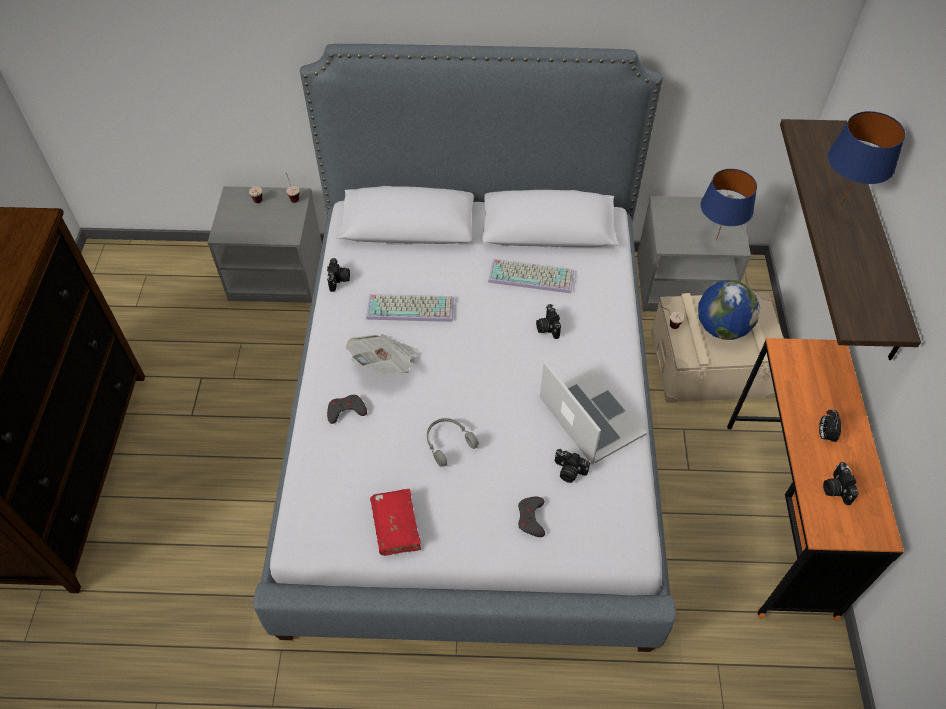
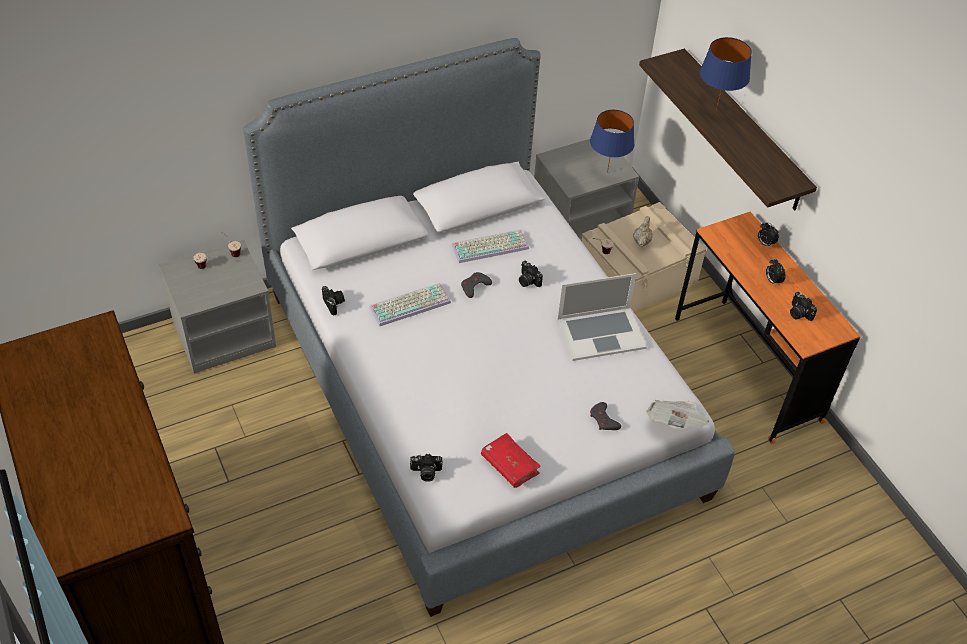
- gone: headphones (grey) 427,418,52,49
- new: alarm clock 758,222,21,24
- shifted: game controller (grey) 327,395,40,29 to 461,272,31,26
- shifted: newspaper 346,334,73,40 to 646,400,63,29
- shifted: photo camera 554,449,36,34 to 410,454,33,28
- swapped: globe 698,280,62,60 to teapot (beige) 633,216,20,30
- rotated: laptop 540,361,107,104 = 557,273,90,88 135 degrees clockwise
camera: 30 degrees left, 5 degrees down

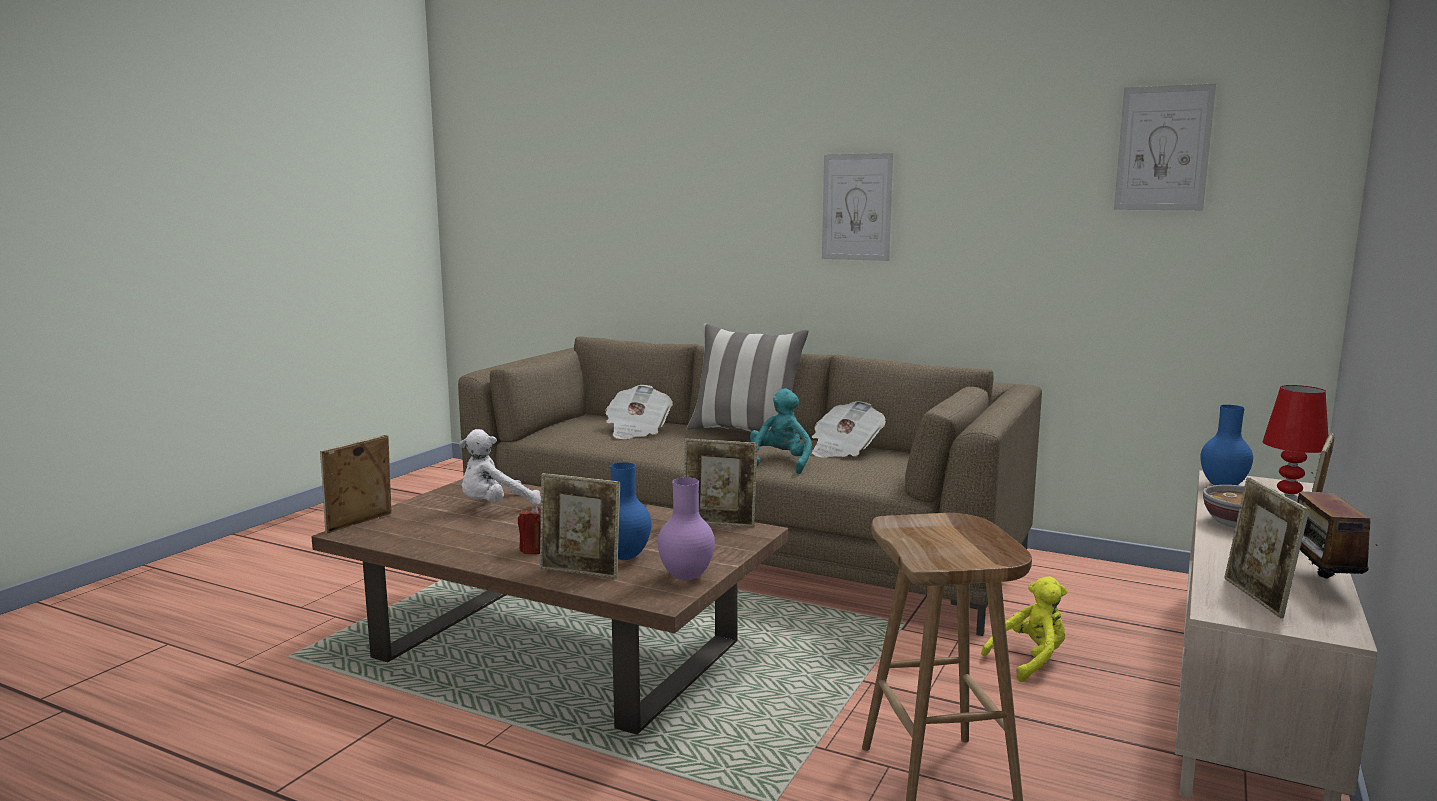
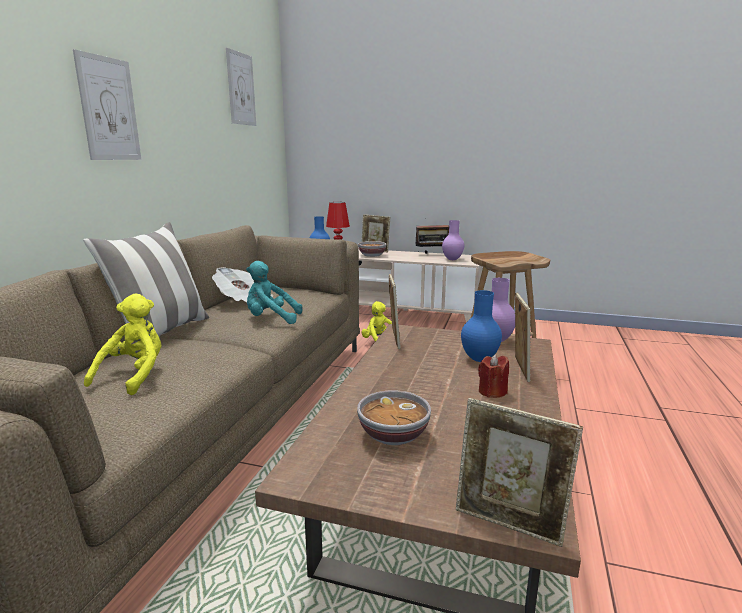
- swapped: plush toy (white) 459,429,82,76 to bowl 357,390,74,55
- swapped: newspaper 605,385,68,54 to plush toy (yellow) 84,294,77,101
- swapped: picture frame 1224,477,85,141 to vase (purple) 442,220,22,40
camera: 100 degrees left, 5 degrees up

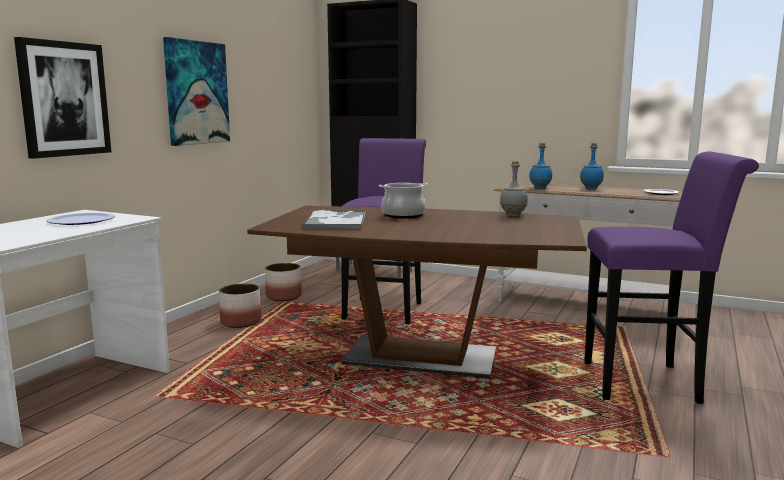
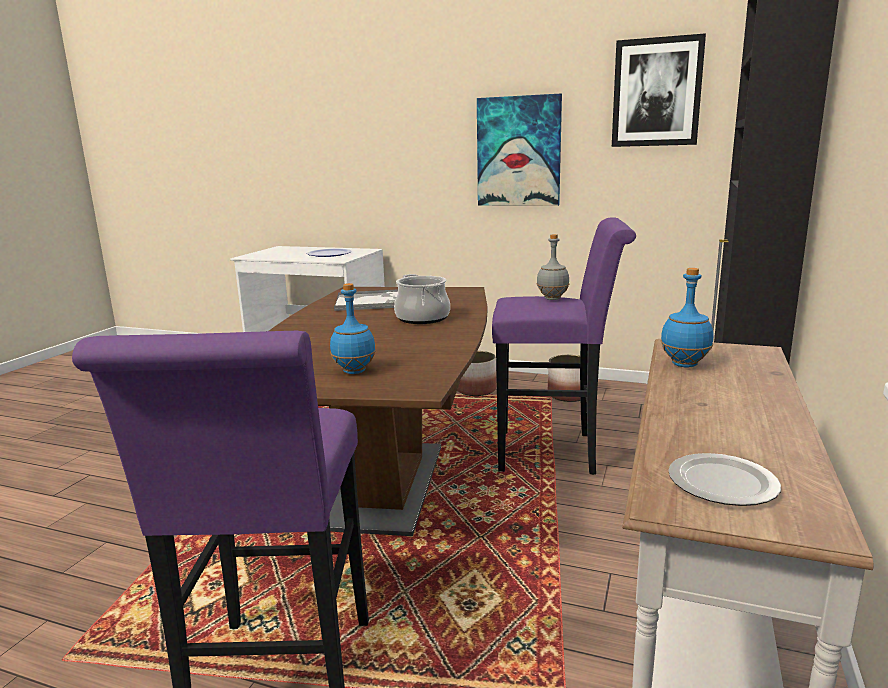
- shifted: picture 14,37,97,122 to 612,33,94,114
- shifted: bottle (grey) 500,161,28,55 to 537,234,32,66
- shifted: bottle (blue) 580,143,24,47 to 330,283,46,91
camera: 85 degrees right, 5 degrees up

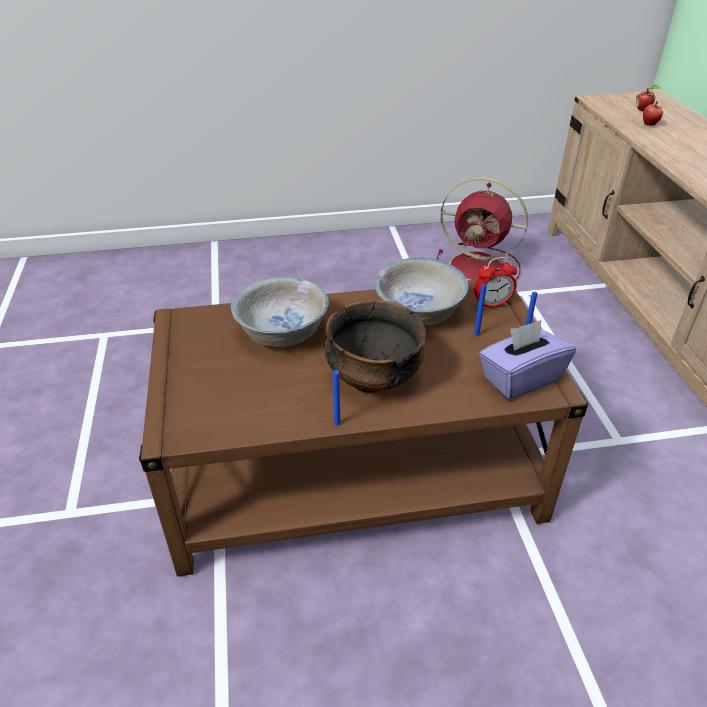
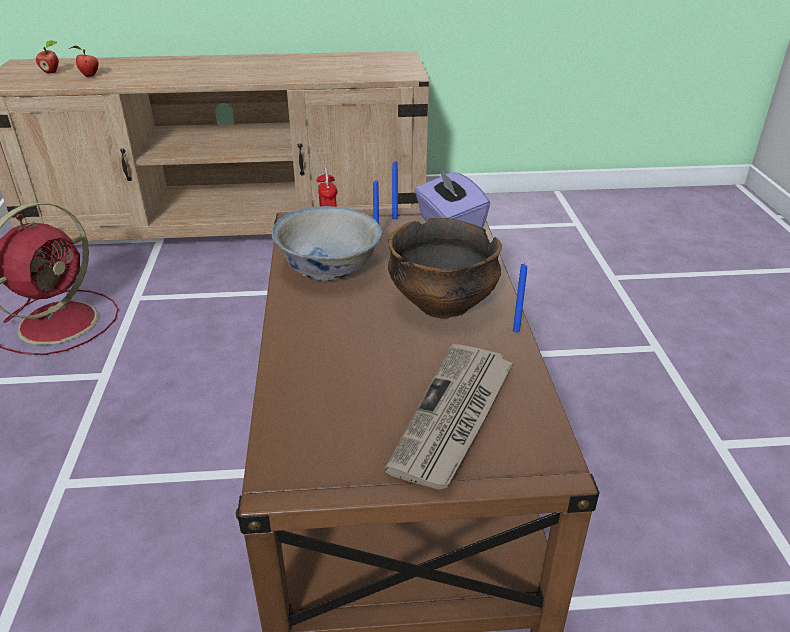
- gone: bowl (white) 231,277,98,70
- new: newspaper 384,344,129,146
camera: 85 degrees left, 5 degrees down

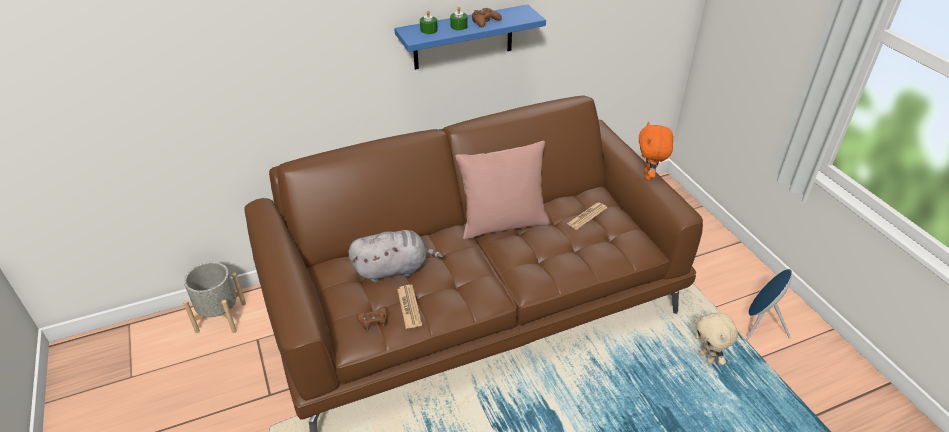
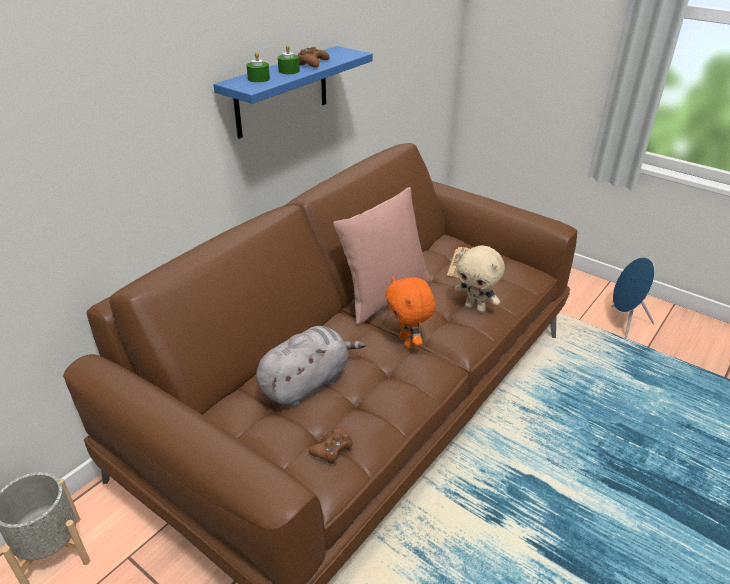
- gone: newspaper 397,285,25,44
- shifted: plush toy (orange) 639,121,34,59 to 386,277,50,72
- shifted: plush toy (beige) 695,313,43,52 to 454,246,51,67
camera: 30 degrees left, 5 degrees down

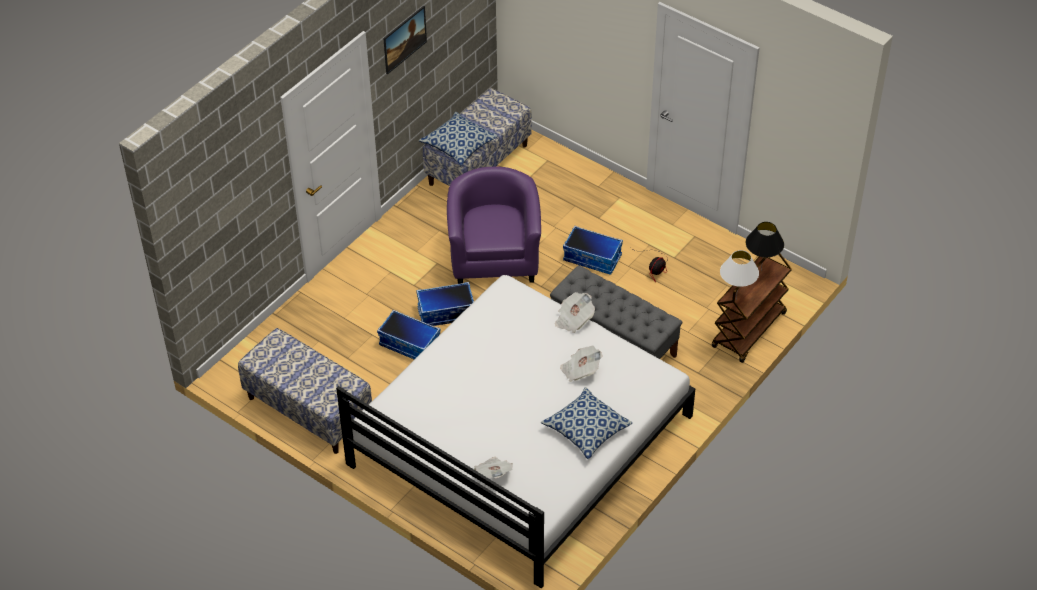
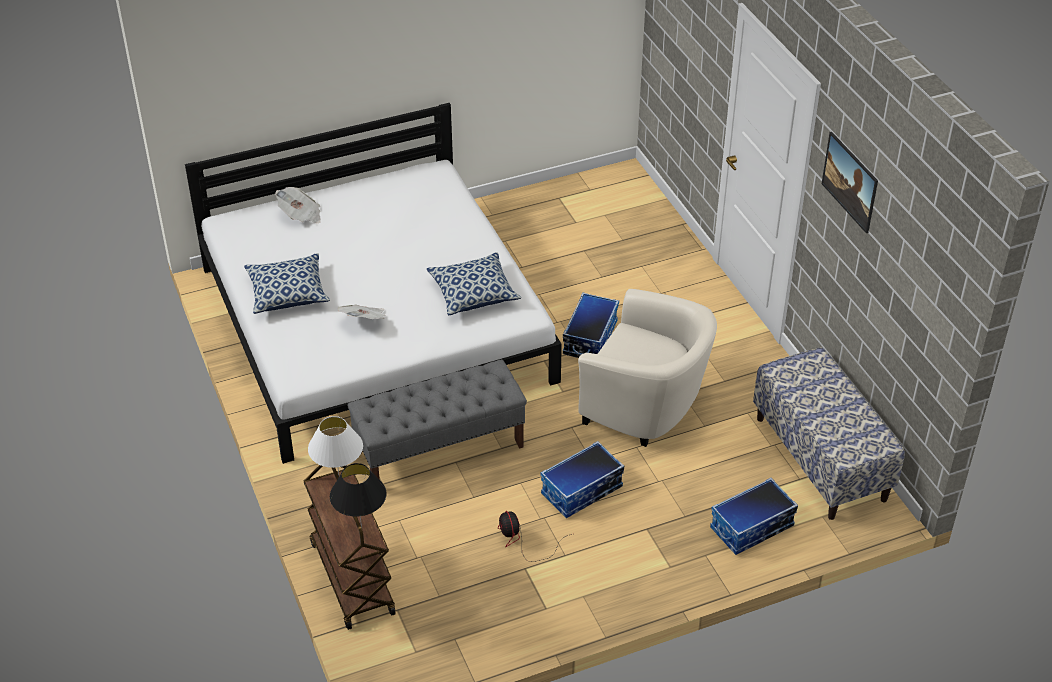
- gone: bench 238,328,134,126
- gone: newspaper 555,292,40,41
- shifted: storage box 377,310,63,49 to 710,478,88,77
- shifted: pillow 419,112,79,54 to 426,252,95,63
- repainted: armchair (purple) 447,167,94,117 to armchair (beige) 578,289,139,158
camera: 120 degrees right, 5 degrees down

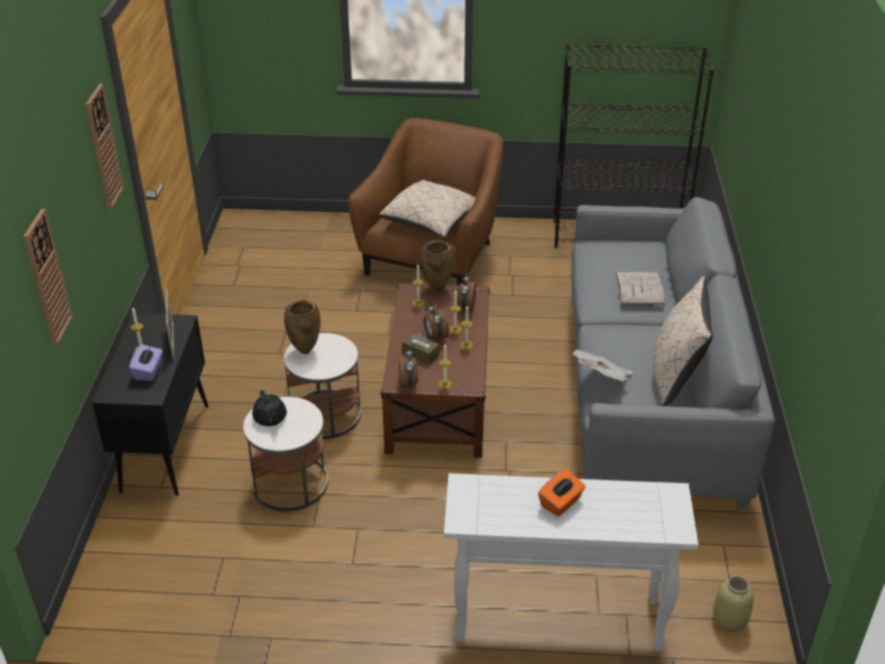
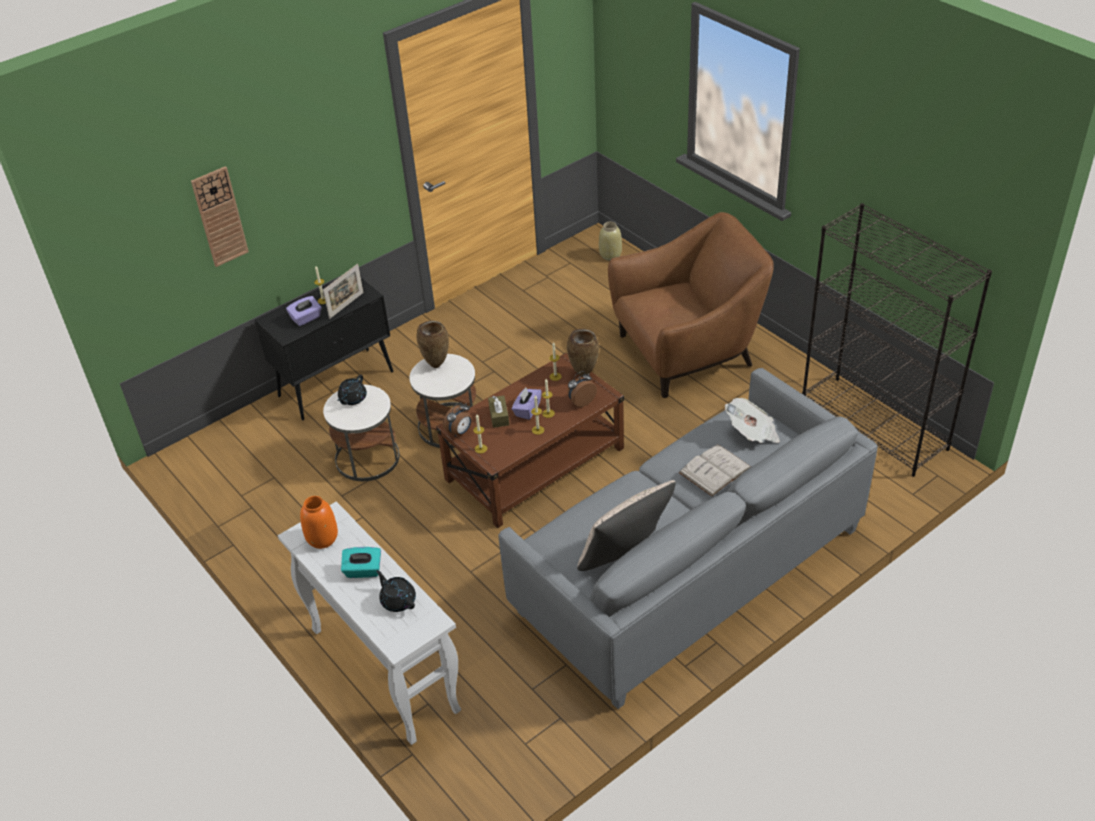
- gone: wall clock 86,84,38,126
- gone: pillow (beige) 379,180,97,58
- new: vase (orange) 300,496,38,53
- new: teapot (black) 376,570,40,42
- shifted: newspaper 573,350,59,31 to 725,398,55,45
- shifted: vase (beige) 713,575,41,57 to 599,222,23,38
- swapped: alarm clock 424,303,25,39 to tissue box (purple) 512,387,30,33
- repainted: tissue box (orange) 538,469,48,48 to tissue box (turquoise) 341,547,40,31
camera: 50 degrees right, 5 degrees up

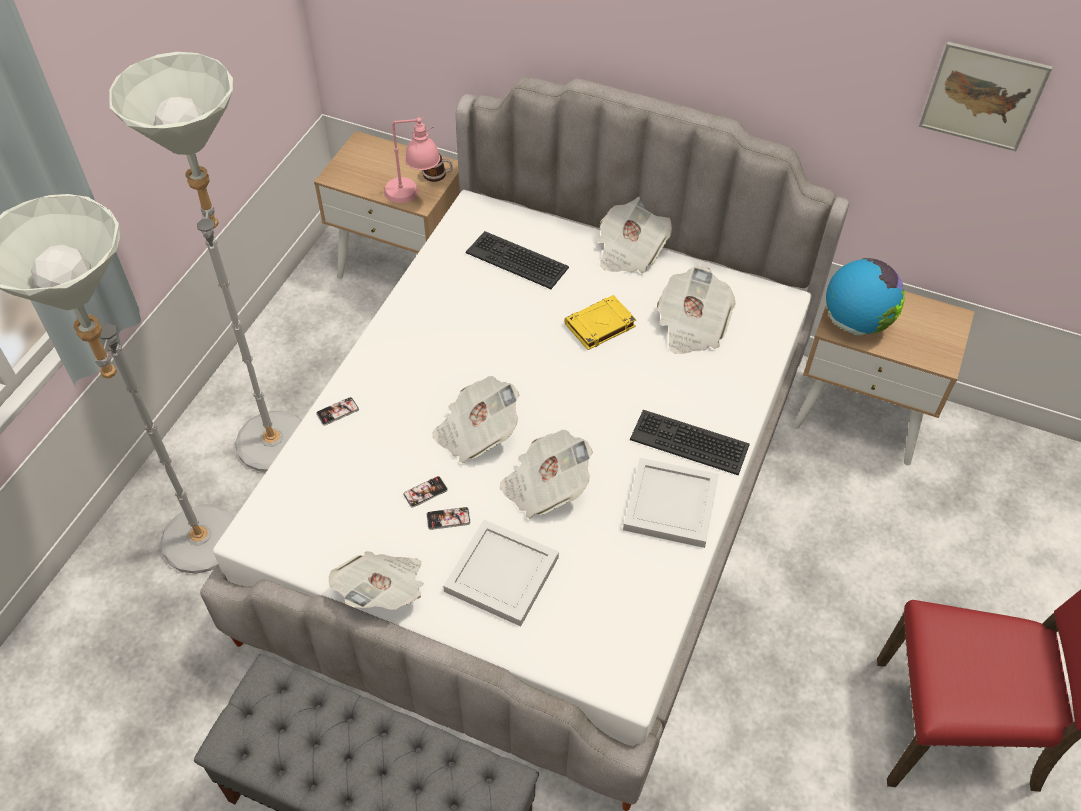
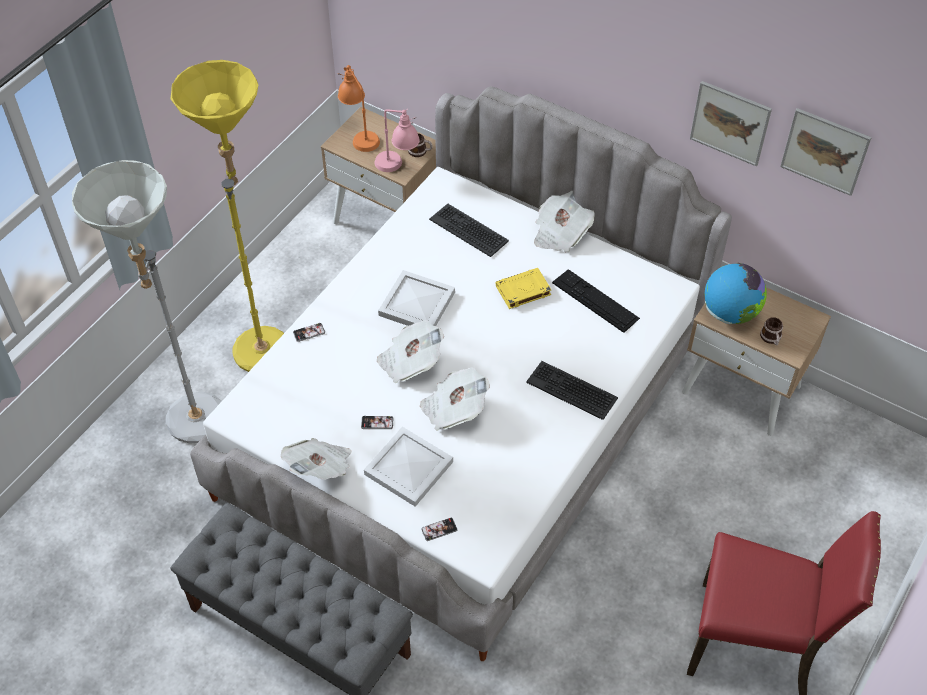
- new: table lamp (orange) 338,65,42,87
- new: picture 690,81,82,85
- new: mug 760,317,23,29
- shifted: phone 403,476,45,32 to 421,518,37,23
- shifted: tray (white) 623,458,96,90 to 378,270,77,56
- swapped: newspaper 657,266,79,88 to keyboard 552,269,88,64
- repainted: floor lamp (grey) 109,52,193,420 to floor lamp (yellow) 171,60,113,312
camera: 10 degrees right, 0 degrees up

